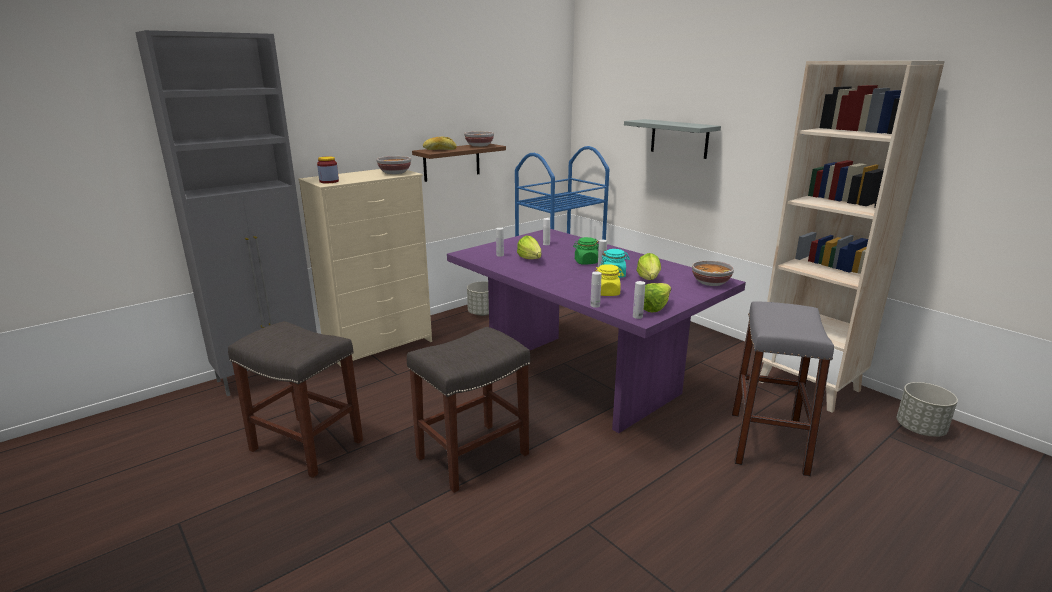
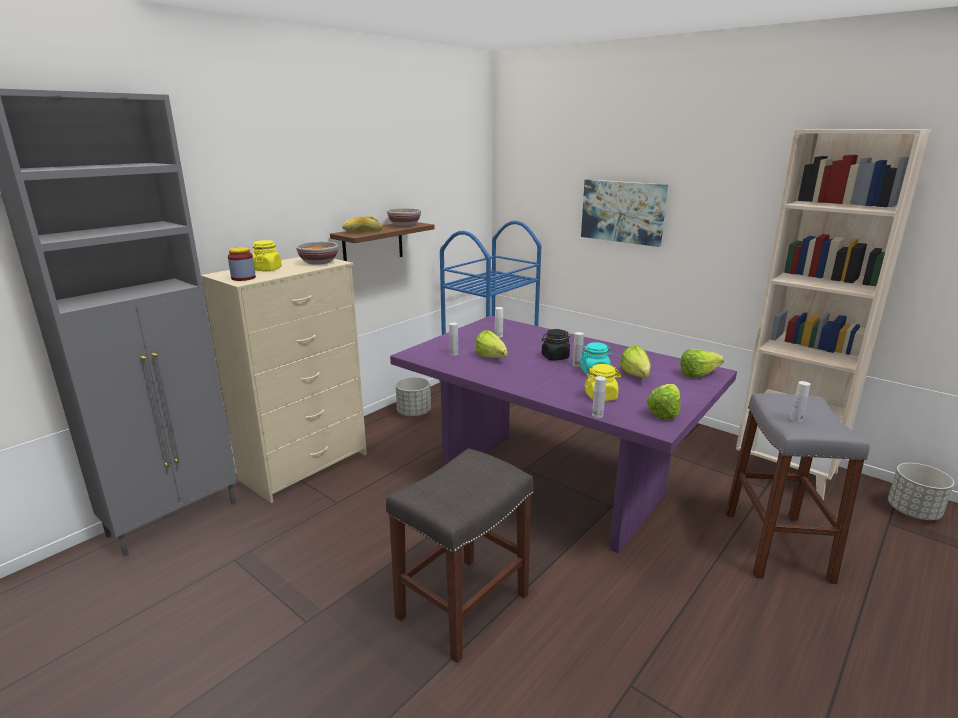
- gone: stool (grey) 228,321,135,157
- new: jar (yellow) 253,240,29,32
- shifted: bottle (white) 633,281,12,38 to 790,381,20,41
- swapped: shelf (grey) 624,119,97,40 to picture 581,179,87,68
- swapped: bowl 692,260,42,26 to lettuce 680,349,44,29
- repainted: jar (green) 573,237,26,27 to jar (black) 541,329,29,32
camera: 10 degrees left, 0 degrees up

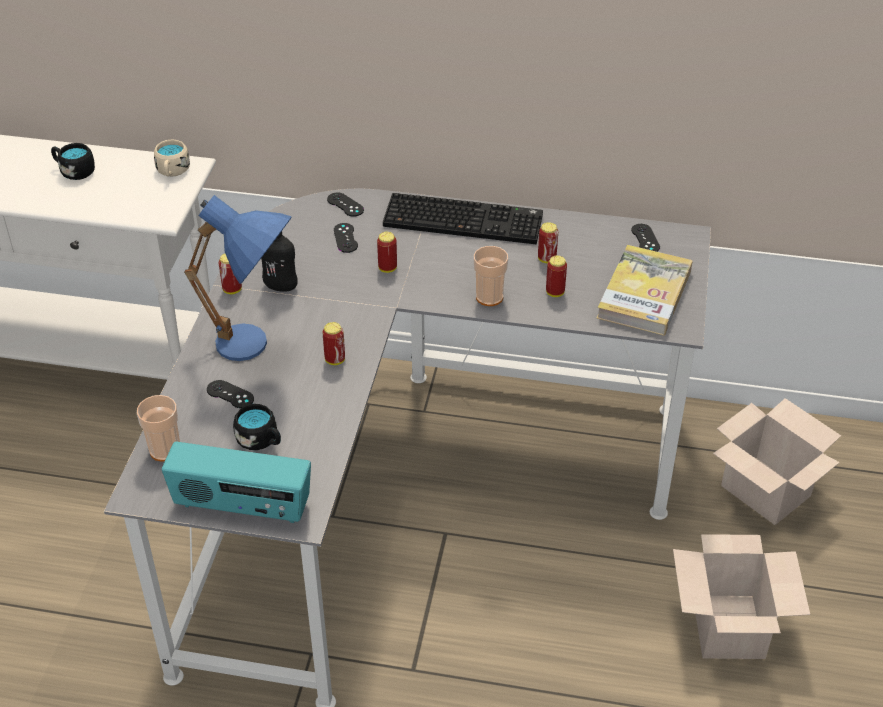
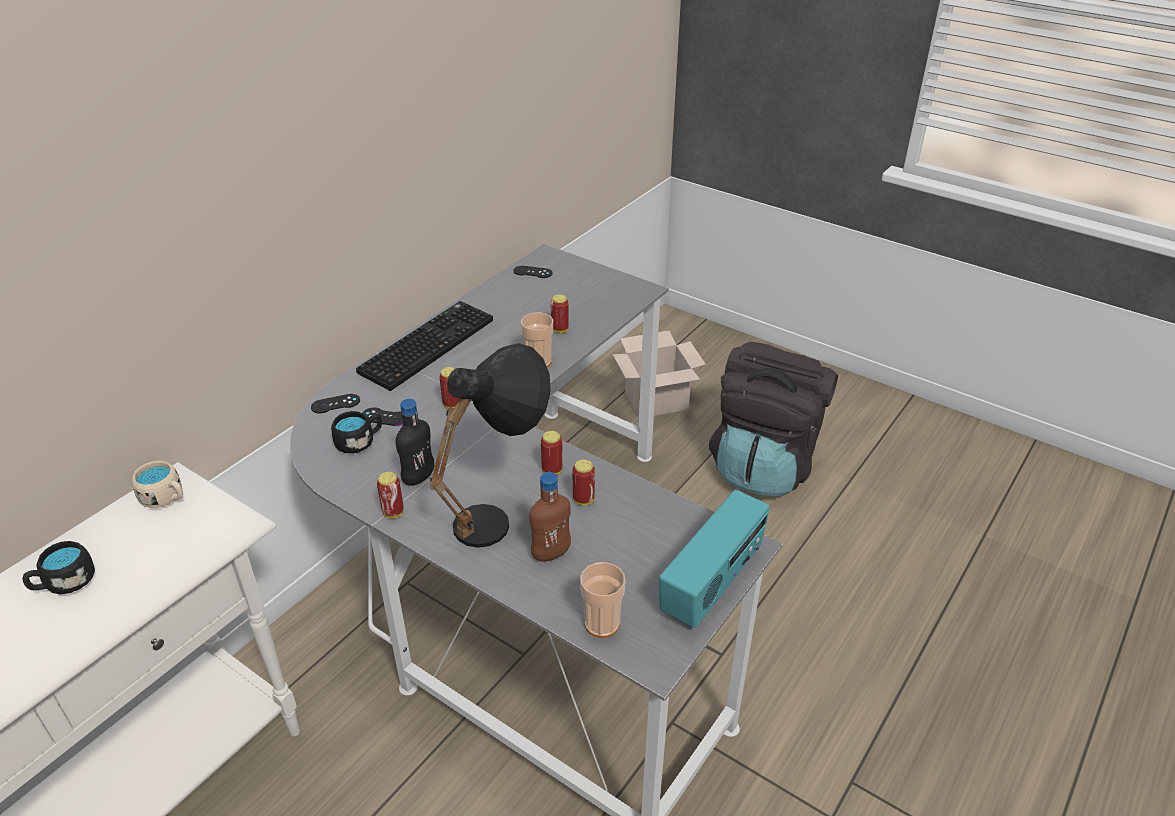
- gone: book 597,245,96,91
- shifted: mug (black) 233,404,48,46 to 331,411,51,43
- shifted: can 538,222,20,41 to 572,459,23,46
- swapped: game controller (black) 207,380,47,28 to bottle (brown) 529,472,42,90
- swapped: cardboard box 673,534,137,125 to backpack (black) 709,342,129,155
- repainted: table lamp (blue) 184,195,108,166 to table lamp (black) 429,343,122,205
camera: 65 degrees left, 5 degrees down

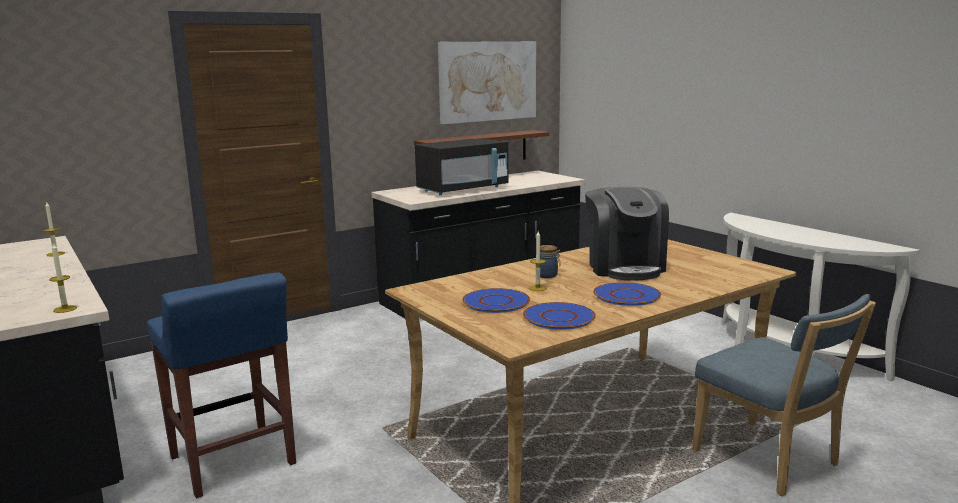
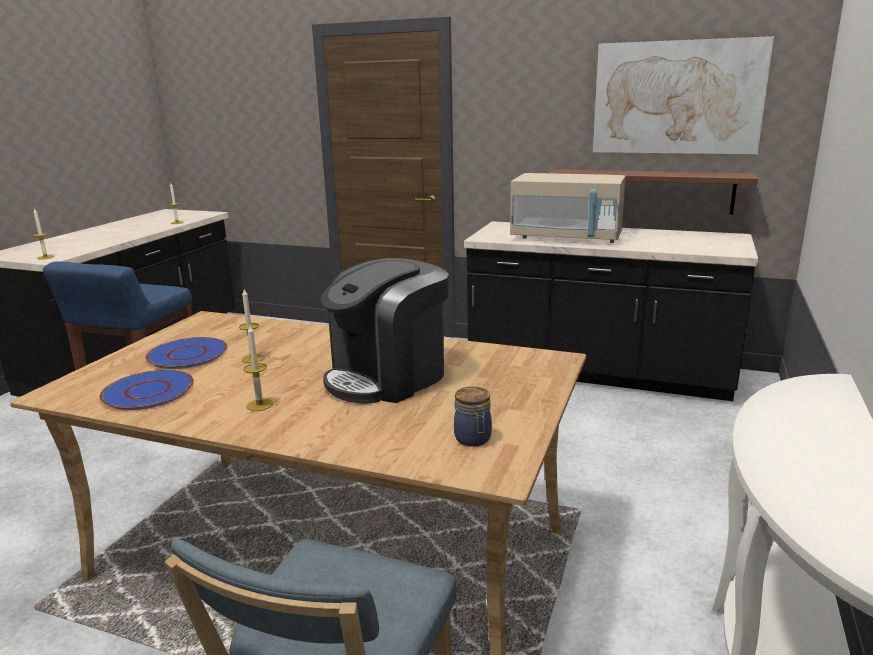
- shifted: jar 540,245,21,33 to 454,387,38,60
- swapped: plate (blue) 593,282,68,24 to candle 243,326,30,85
- repainted: microwave (black) 415,138,93,57 to microwave (beige) 510,173,116,70
camera: 55 degrees right, 5 degrees up

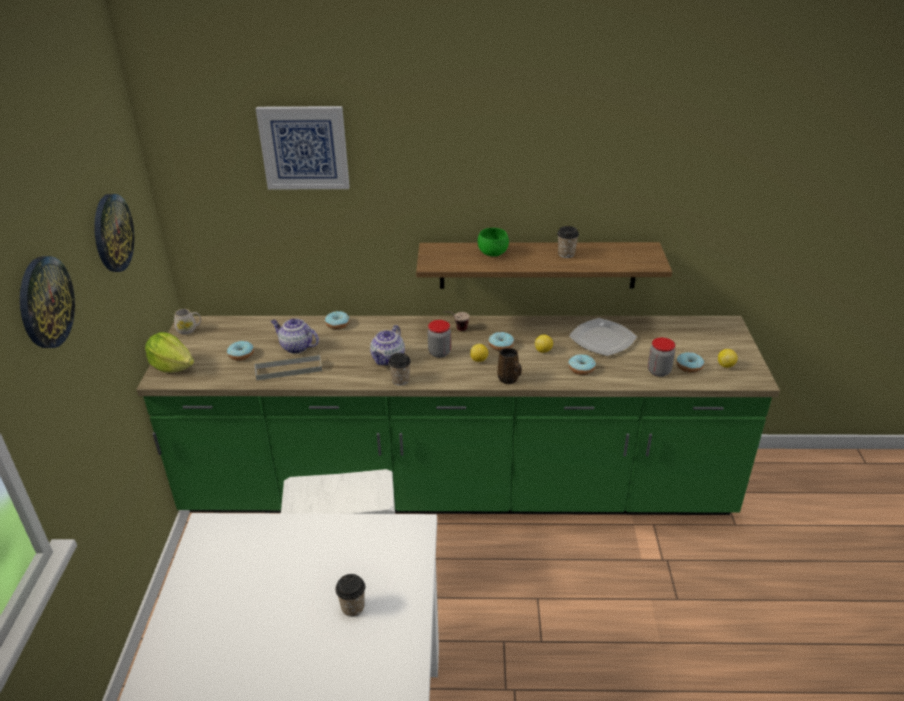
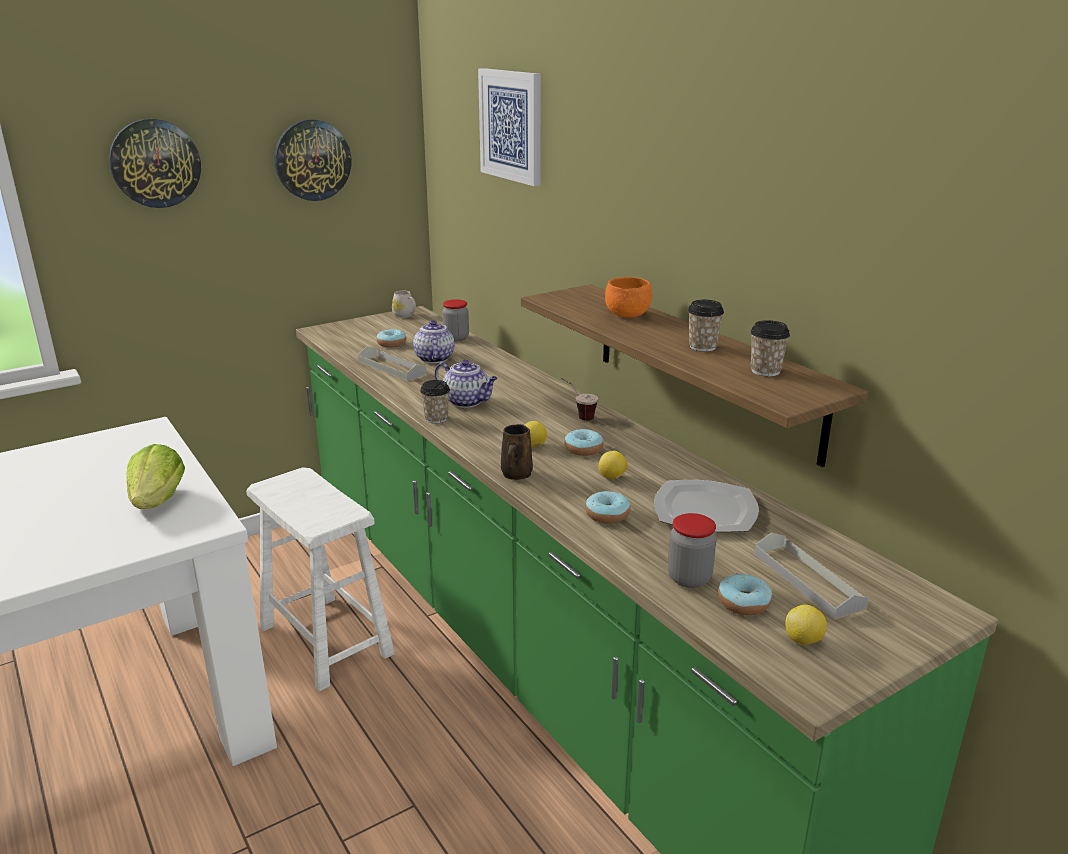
- gone: donut 325,311,25,18
- new: tray (grey) 754,532,115,88
- shifted: lettuce 145,332,49,41 to 127,444,58,65
- shifted: cup 335,574,30,43 to 750,320,40,56
- shifted: jar 428,320,23,38 to 442,299,27,43
- repainted: bowl (green) 478,228,31,29 to bowl (orange) 605,277,47,41
- rotated: teapot 370,325,35,41 = 435,360,63,48 135 degrees counterclockwise
camera: 55 degrees right, 10 degrees down

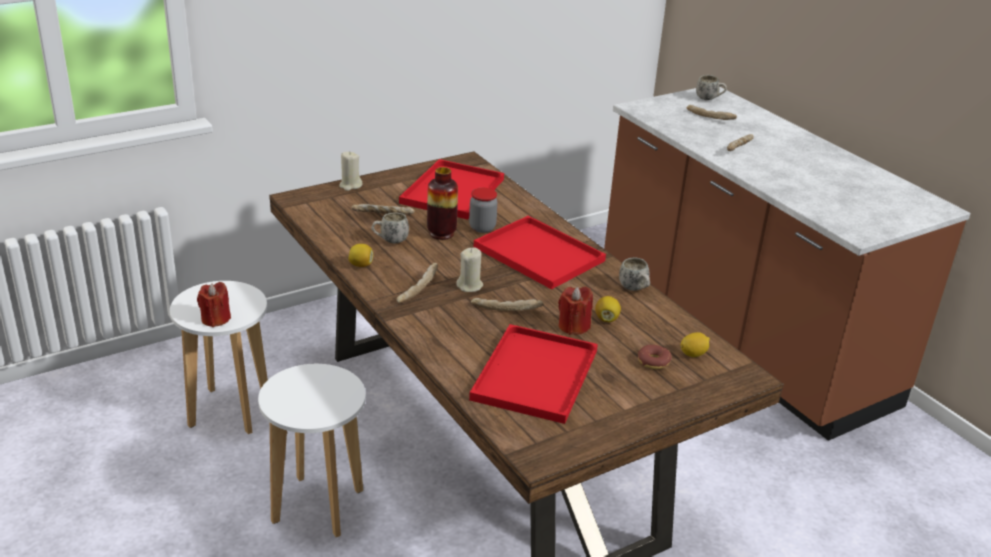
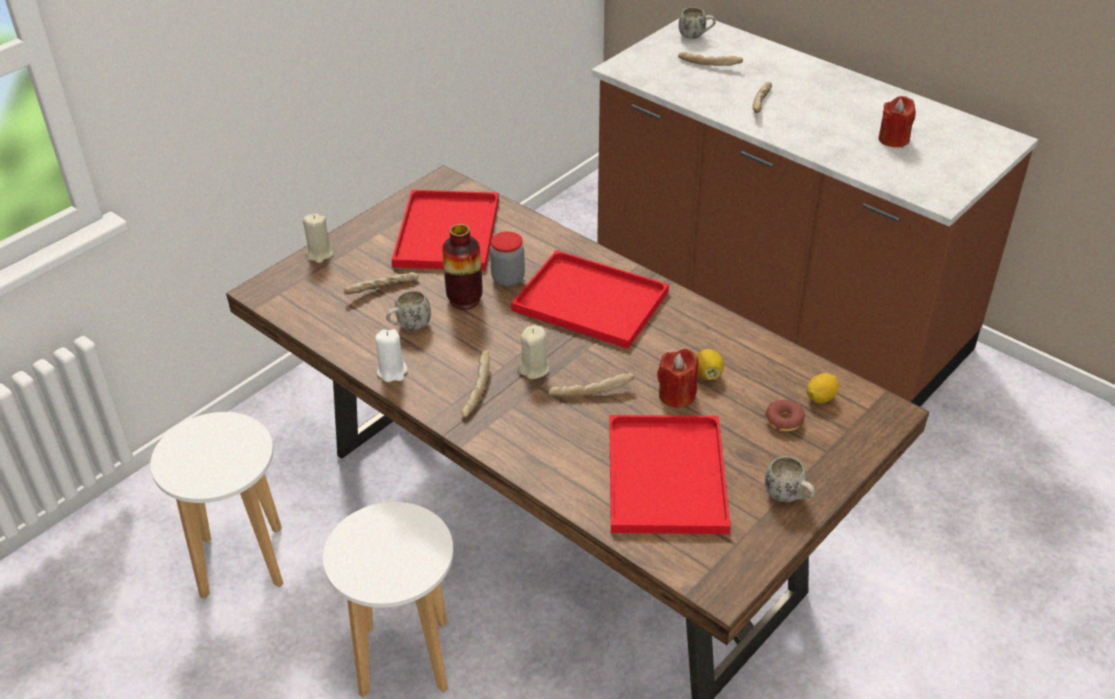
- shifted: candle (red) 197,282,34,45 to 879,96,37,51
- shifted: mug (white) 619,257,31,34 to 765,456,50,46
- swapped: lemon 349,244,24,23 to candle (white) 375,329,32,53
camera: 15 degrees left, 10 degrees up

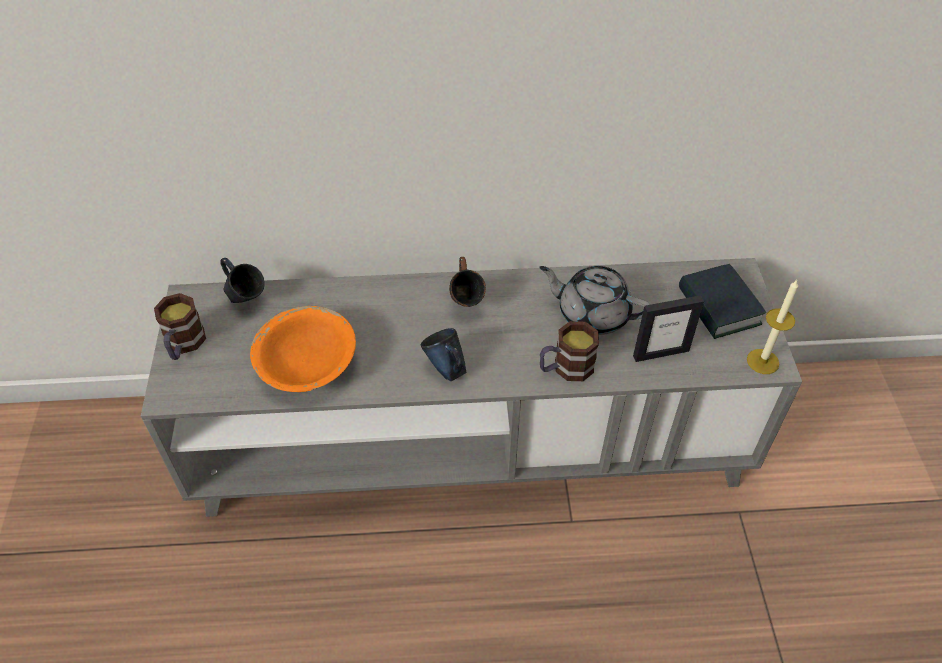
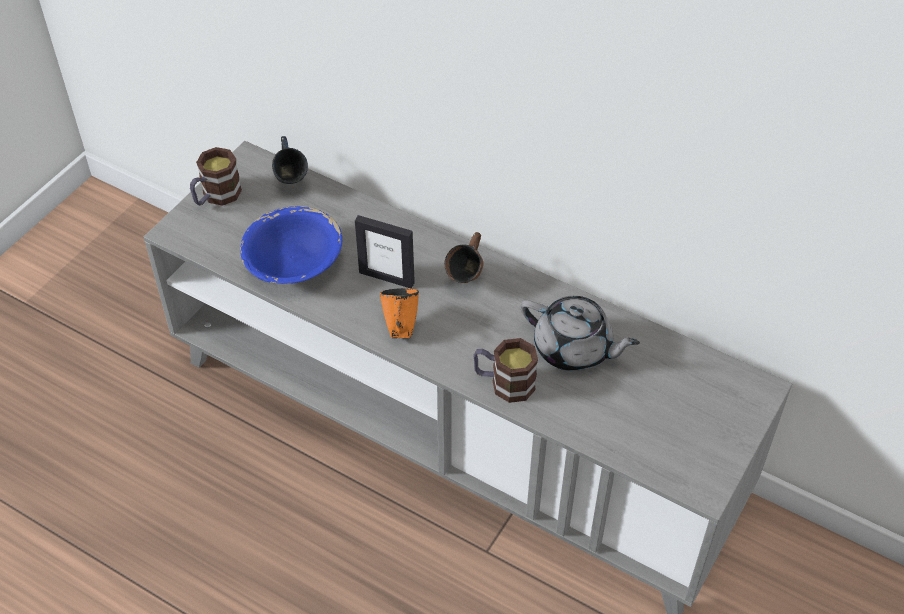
- gone: book 679,264,87,75
- gone: candle 747,280,51,94
- shifted: picture frame 633,295,71,67 to 355,215,60,74
- repainted: bowl (orange) 250,306,106,86 to bowl (blue) 240,206,102,78
- repainted: mug (blue) 421,328,45,53 to mug (orange) 380,288,39,50
- rotated: teapot (grey) 539,266,112,69 = 521,296,119,76 150 degrees clockwise
camera: 35 degrees right, 0 degrees up

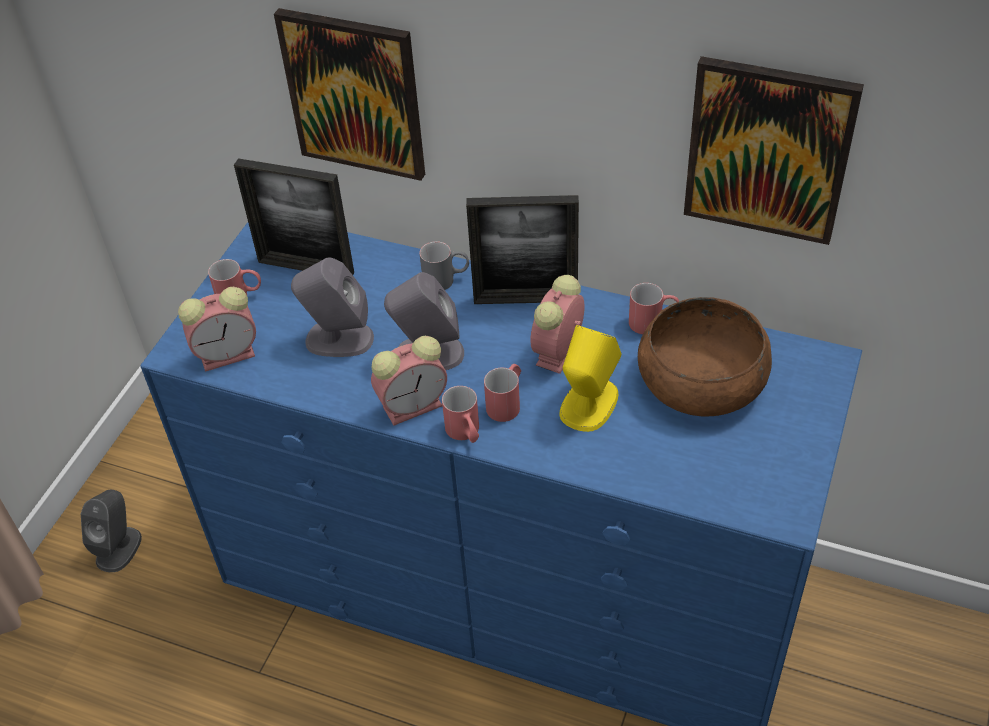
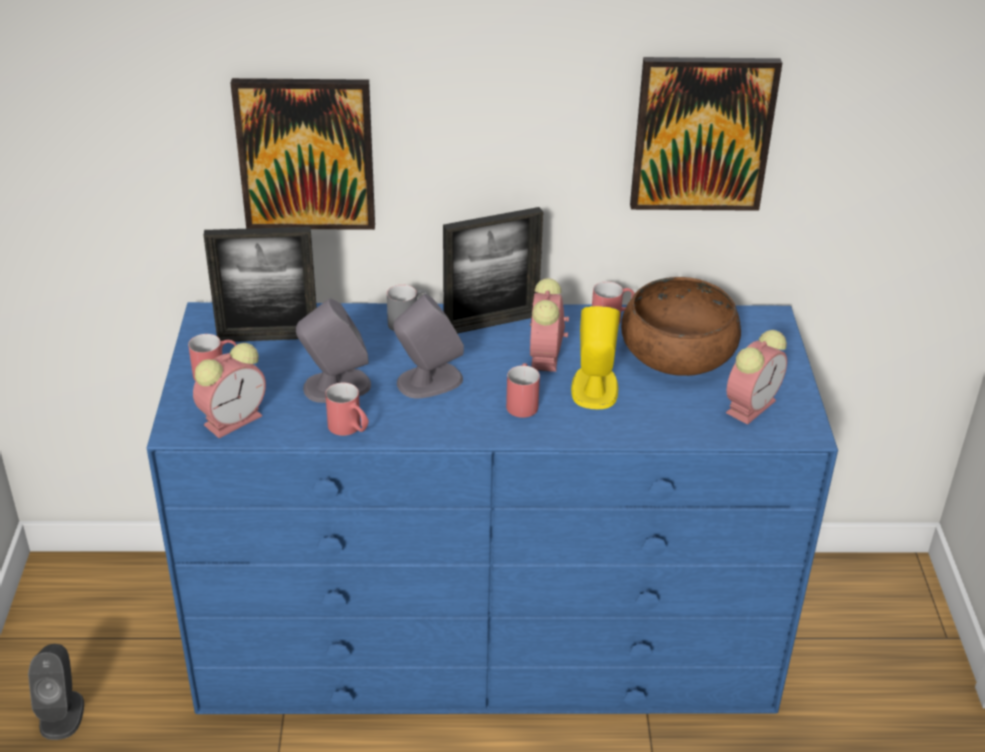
- shifted: alarm clock 371,336,76,89 to 726,330,61,95
- shifted: mug (red) 442,386,37,57 to 325,383,44,53
camera: 25 degrees left, 10 degrees down

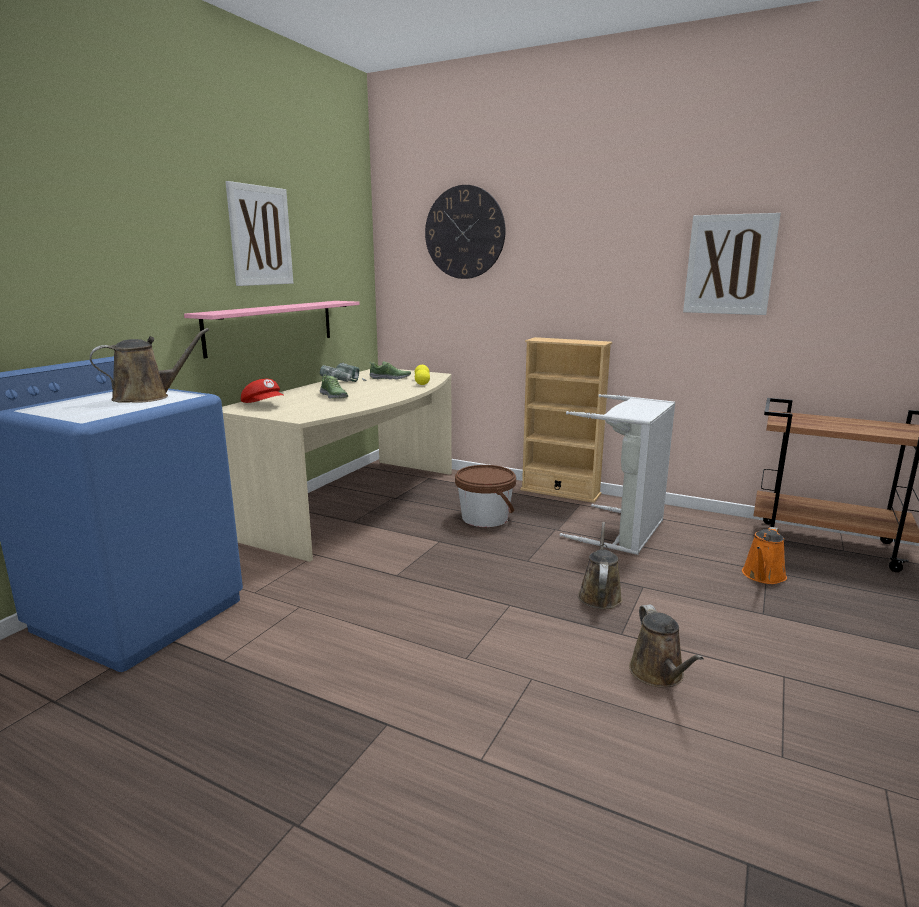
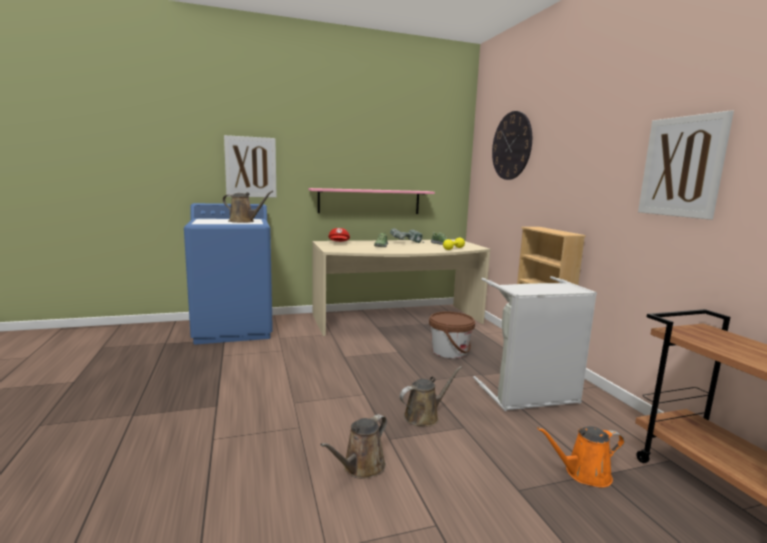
- shifted: picture 225,181,68,105 to 224,135,53,63
camera: 45 degrees right, 5 degrees down

